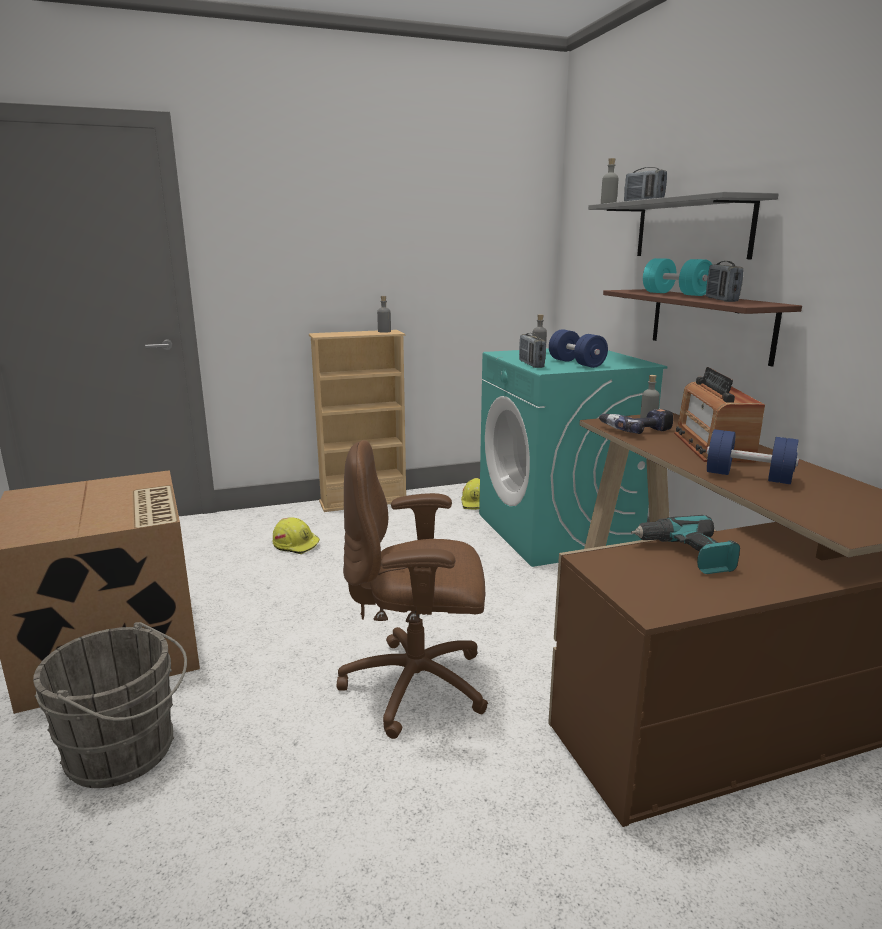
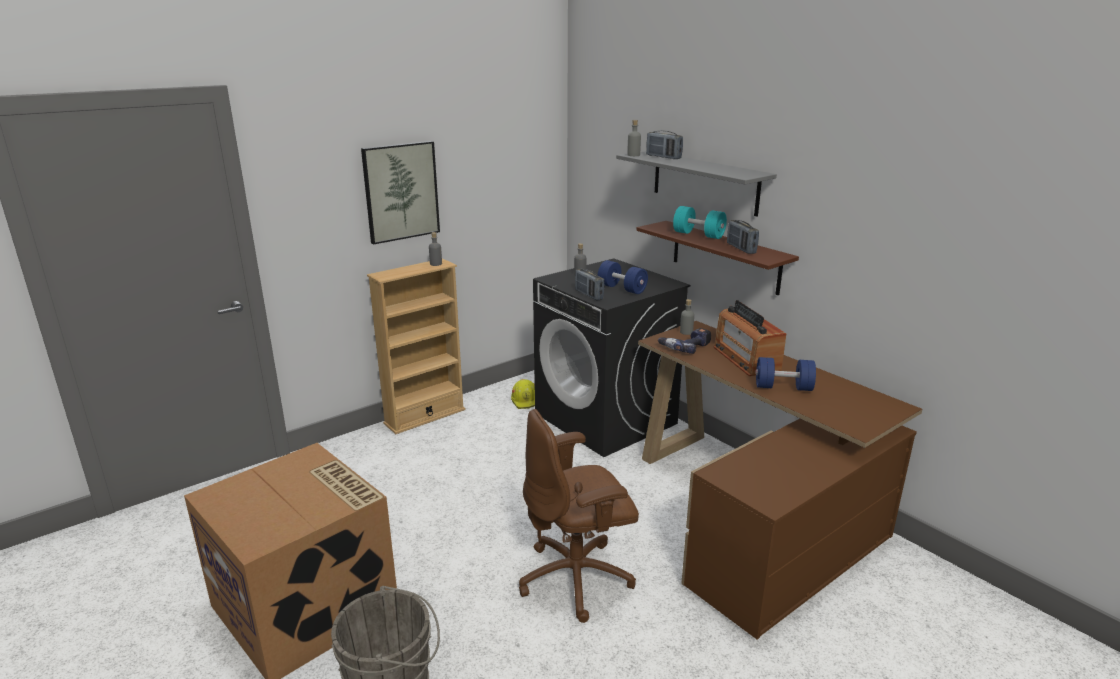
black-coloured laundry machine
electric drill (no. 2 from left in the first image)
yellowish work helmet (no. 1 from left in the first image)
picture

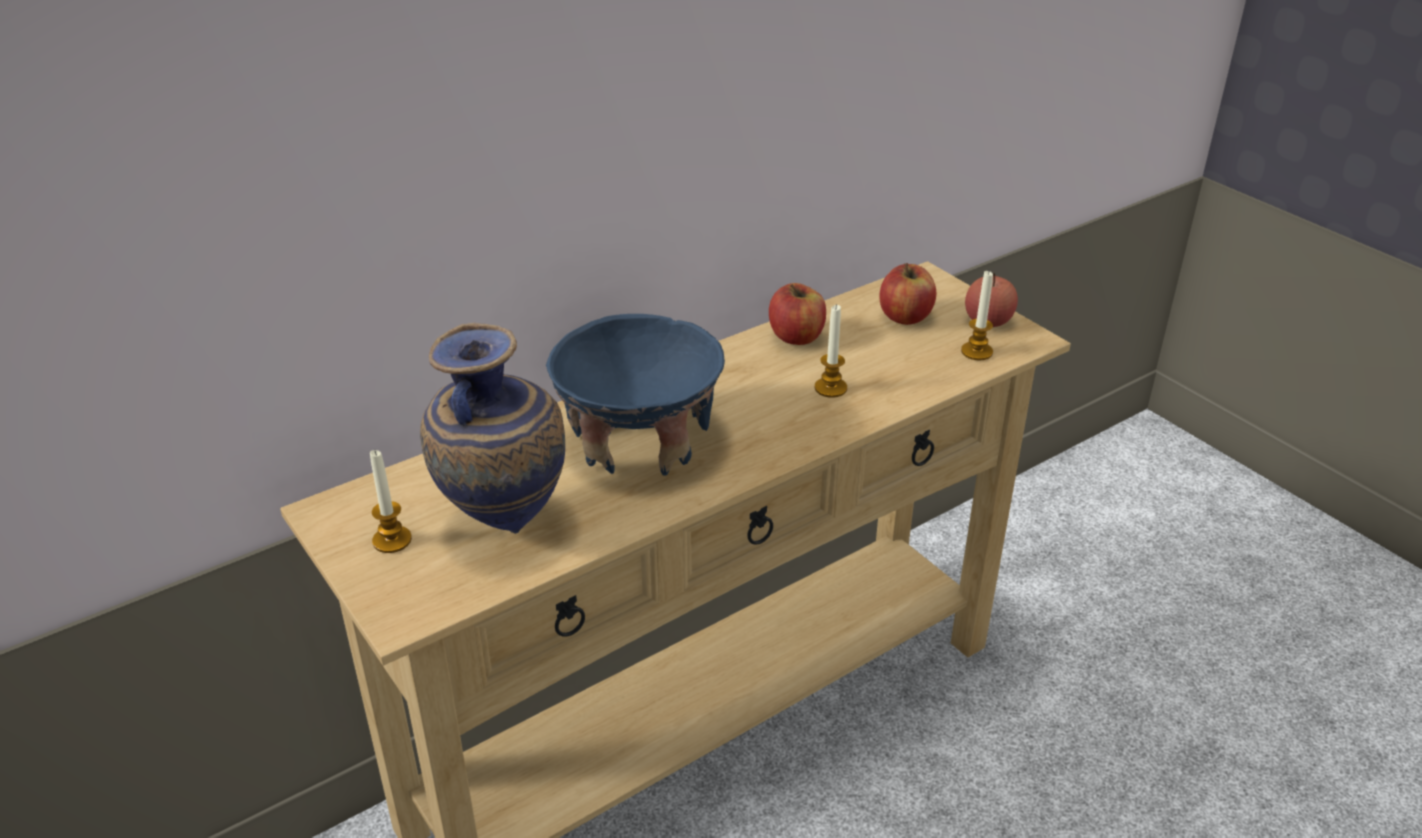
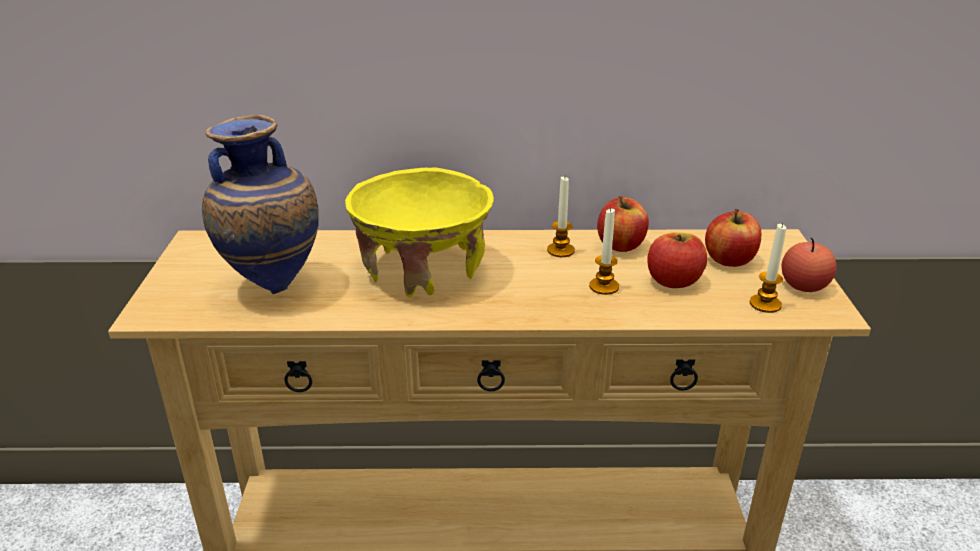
yellowish bowl
wax candle (no. 1 from left)
whole apple (no. 2 from left)

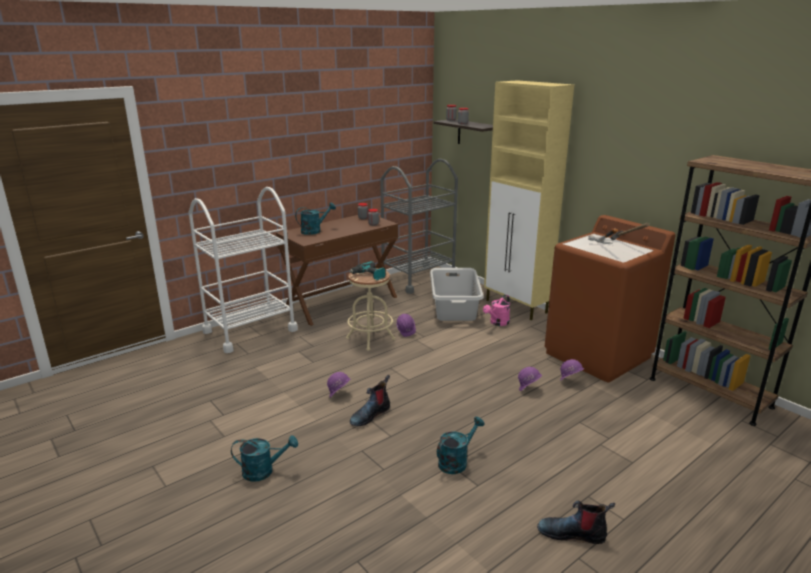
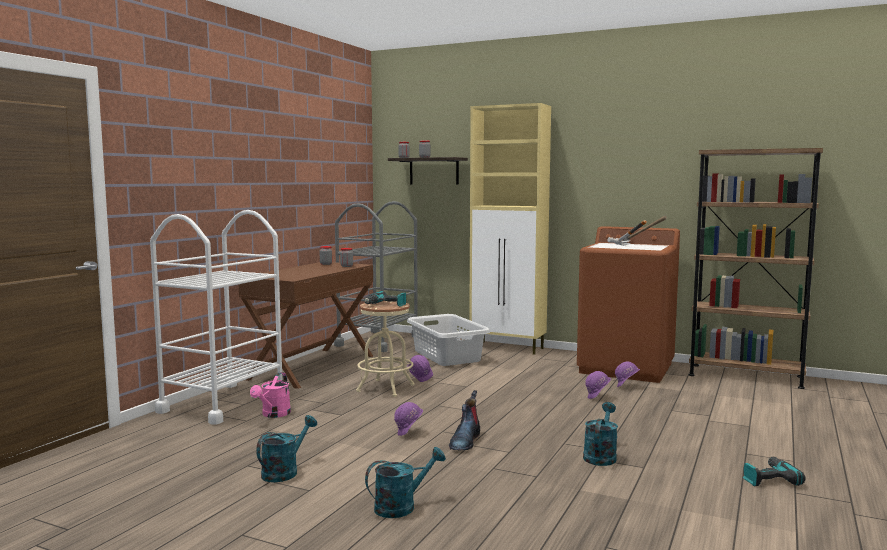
blue-green sprinkling can (no. 1 from left)
pink-coloured sprinkling can
electric drill (no. 2 from left)

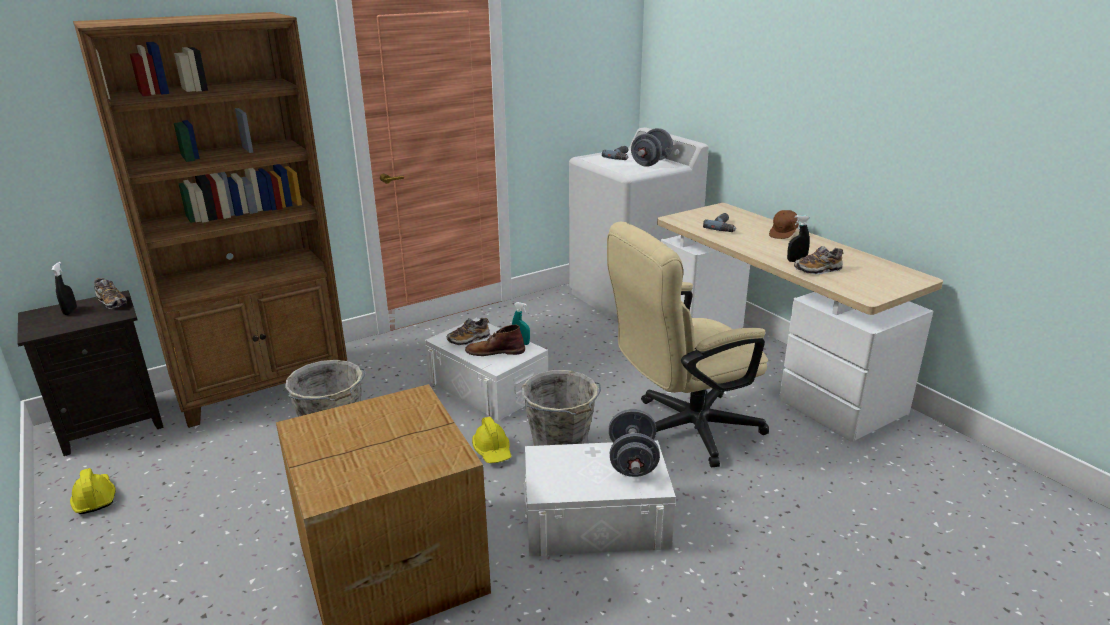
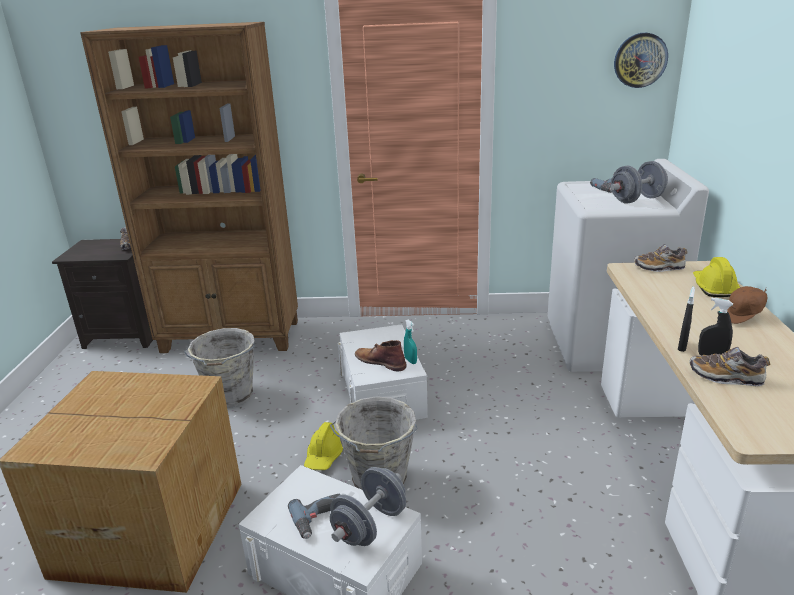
electric drill (no. 1 from left)
beige office chair
black-coloured sprayer (no. 1 from left)
shoe (no. 2 from left)
yellowish work helmet (no. 2 from left)
hanging clock

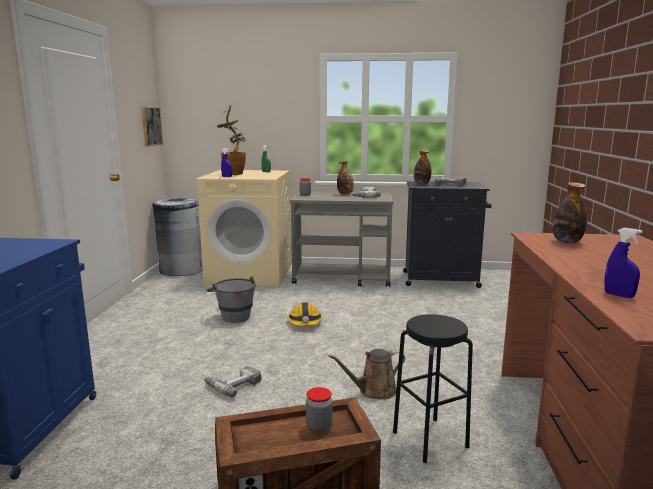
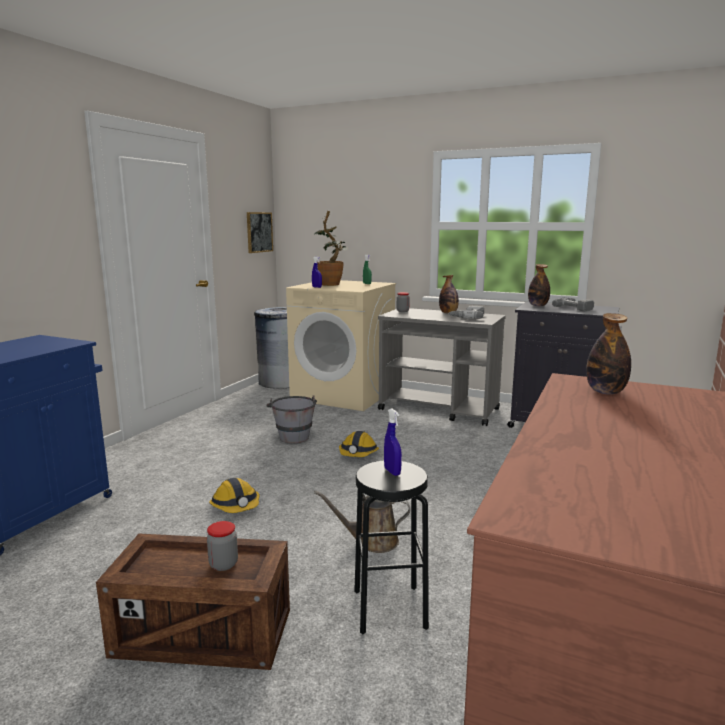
blue sprayer (no. 2 from left)
work helmet (no. 1 from left)

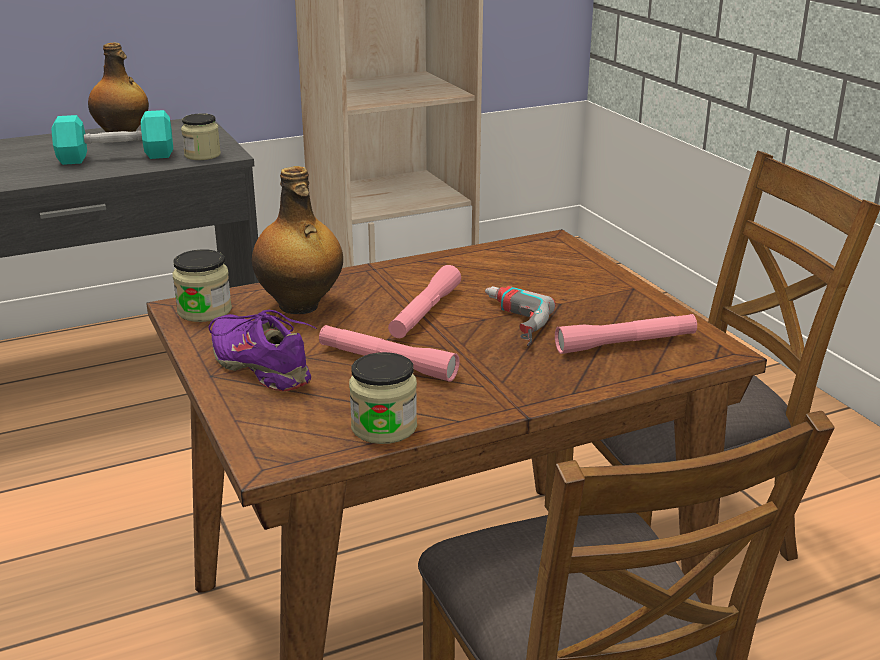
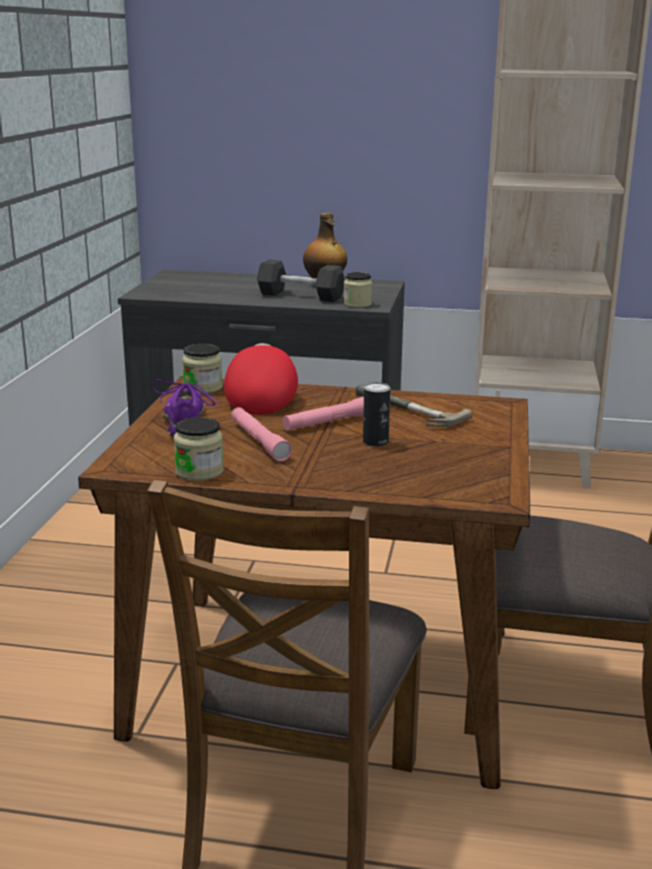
black-coloured hand weight
red-coloured baseball cap
metal can
pink-coloured torch (no. 3 from left in the first image)
hammer

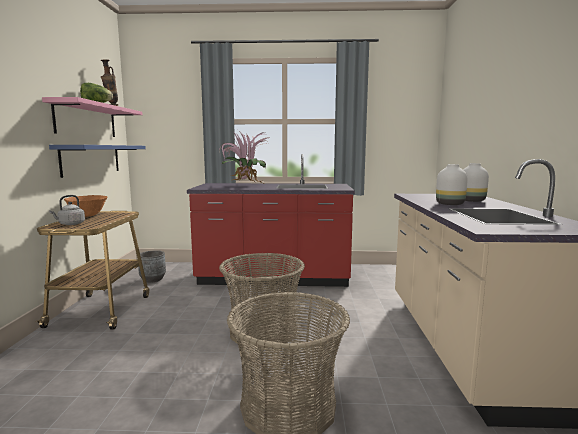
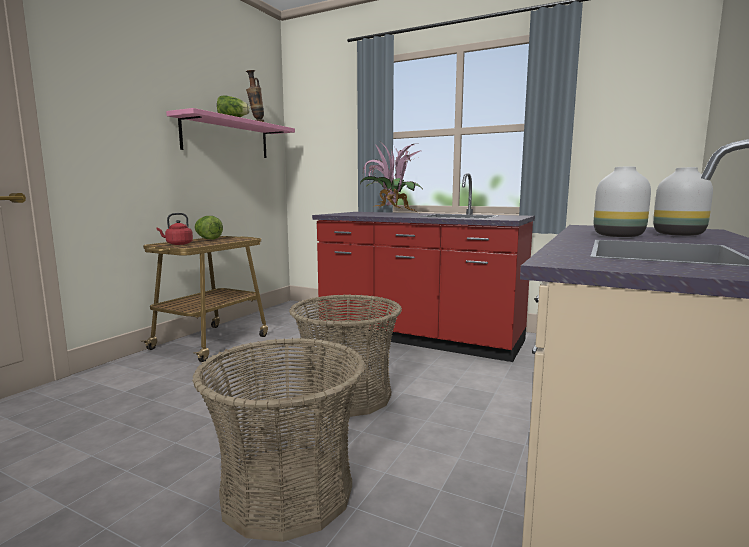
blue shelf
red-coloured tea kettle
head of lettuce (no. 1 from left)
grey flower pot

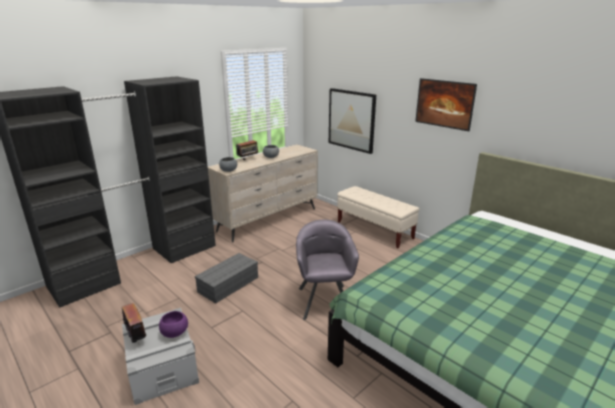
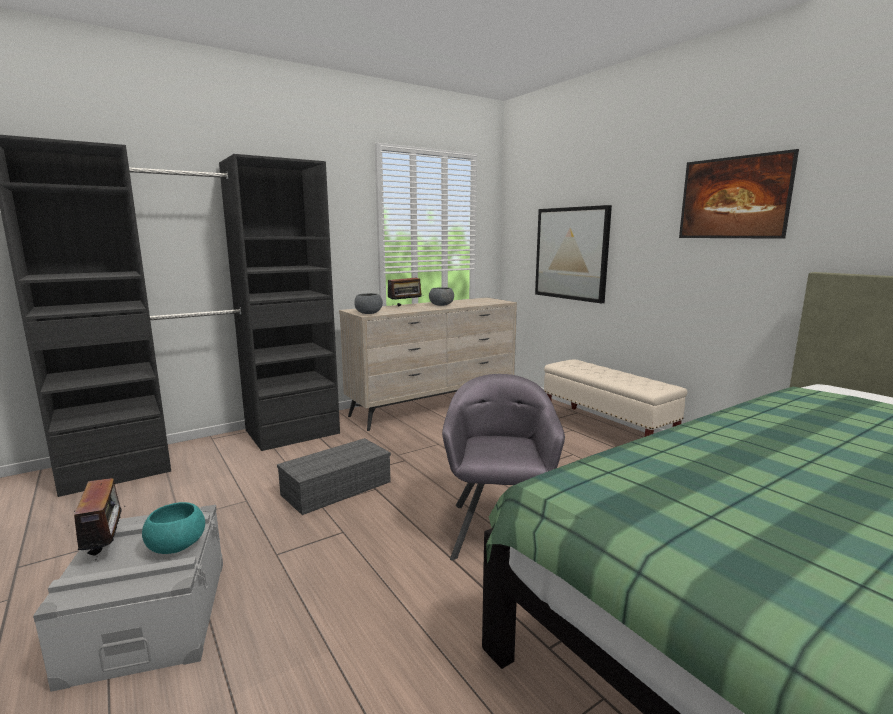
blue-green bowl

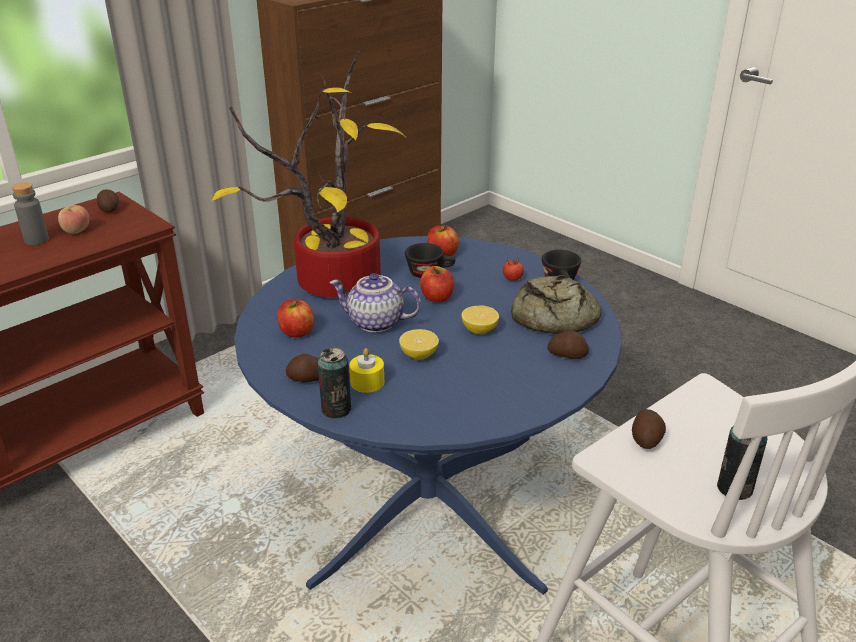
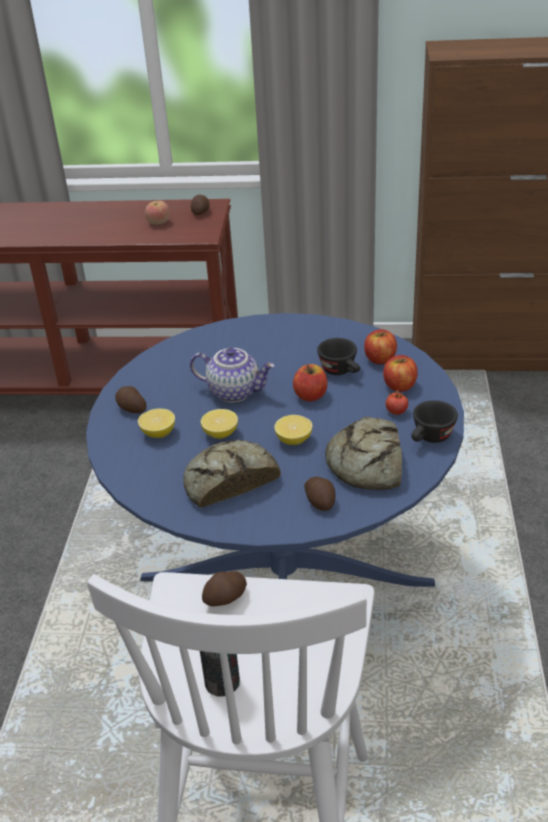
houseplant
grey drink bottle
tea pot
whole apple (no. 4 from left)
metal can (no. 1 from left in the first image)
lemon (no. 1 from left)
baked bread (no. 1 from left)

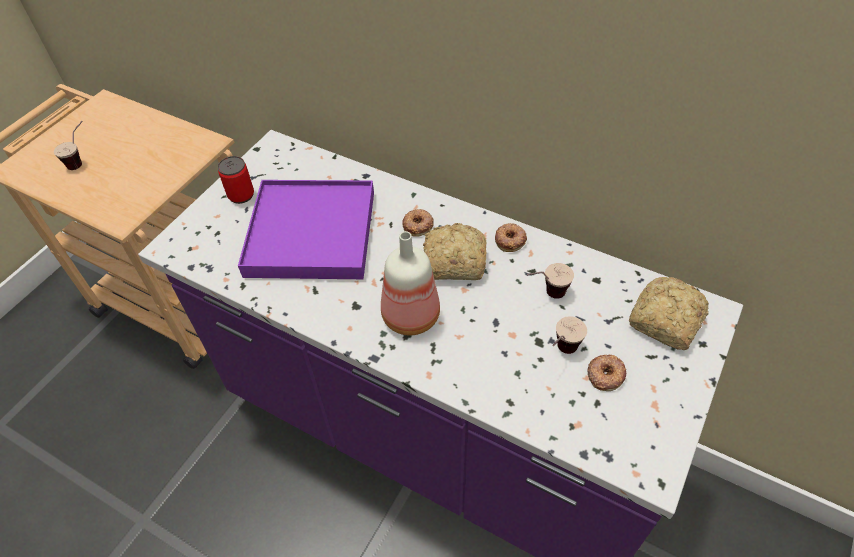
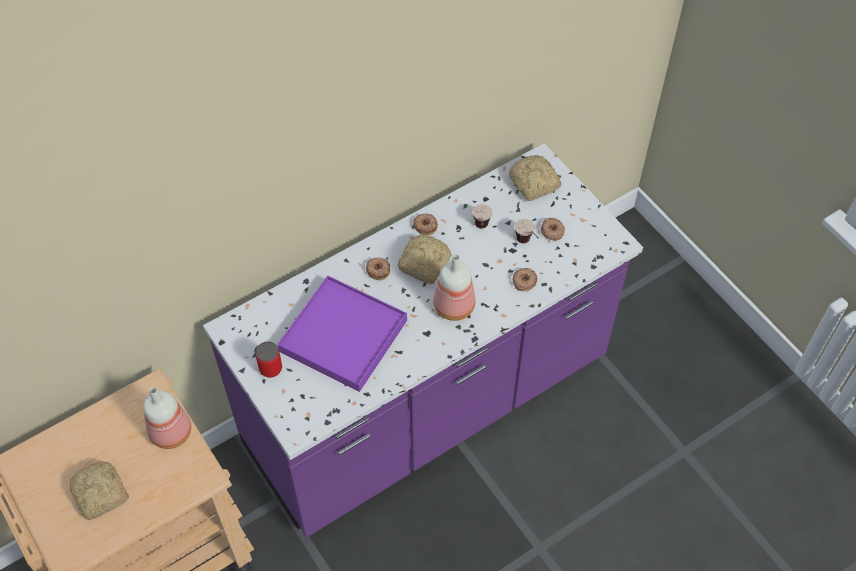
baked bread (no. 1 from left)
donut (no. 3 from left)
drink bottle (no. 1 from left)

